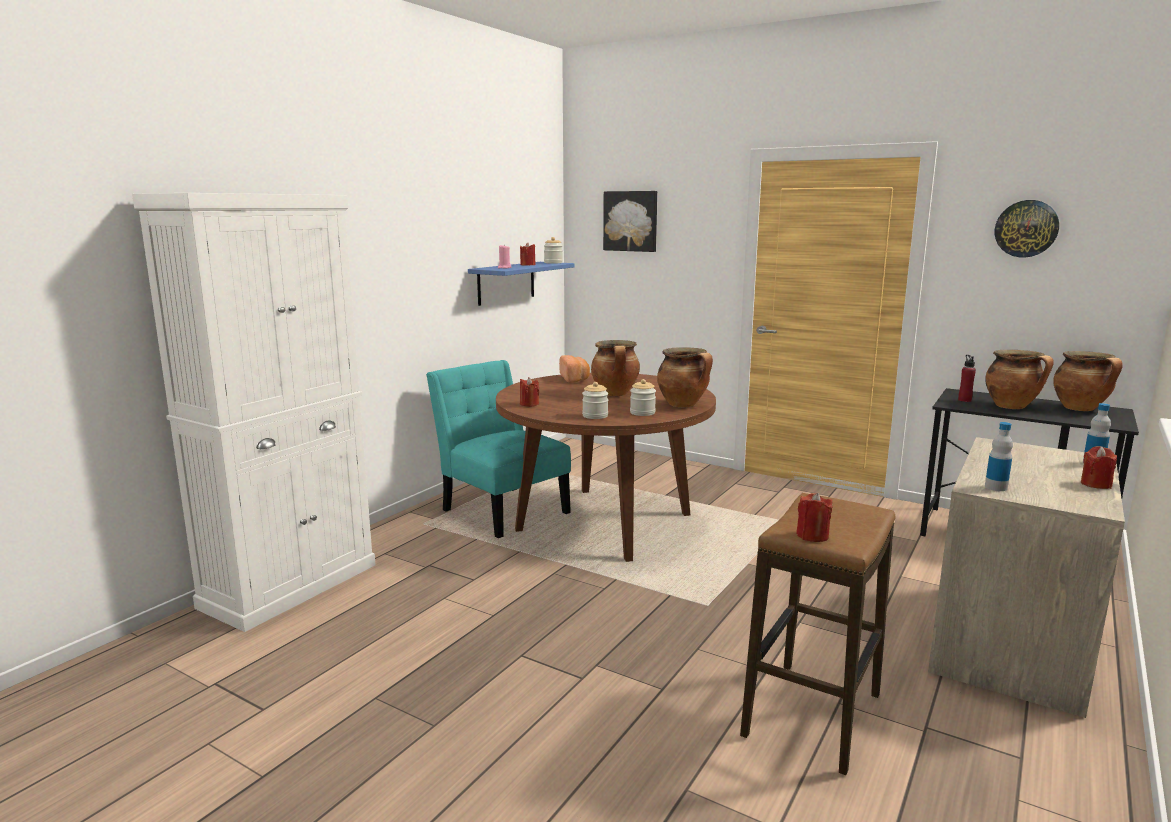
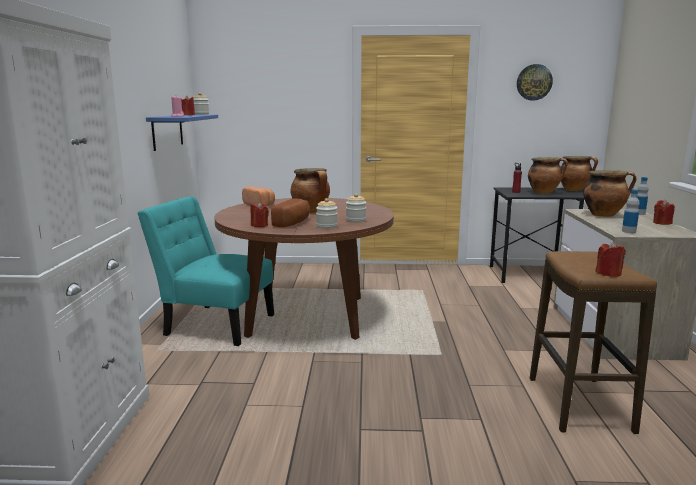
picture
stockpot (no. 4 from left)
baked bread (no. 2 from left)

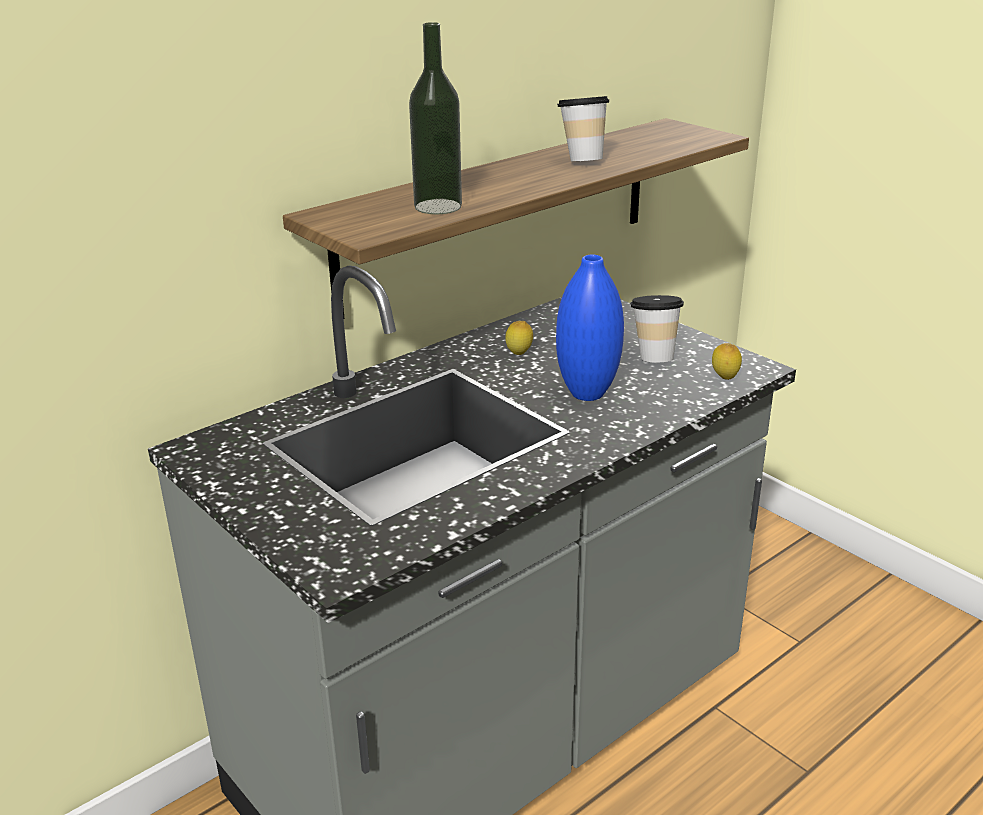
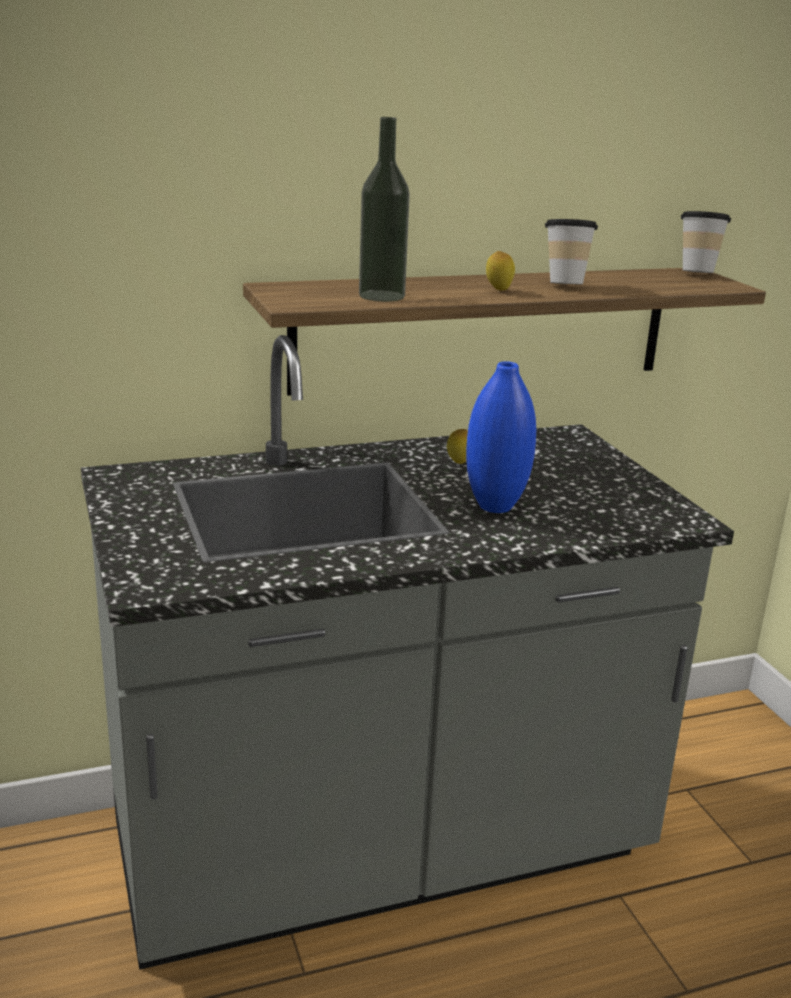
cup (no. 2 from left)
lemon (no. 2 from left)

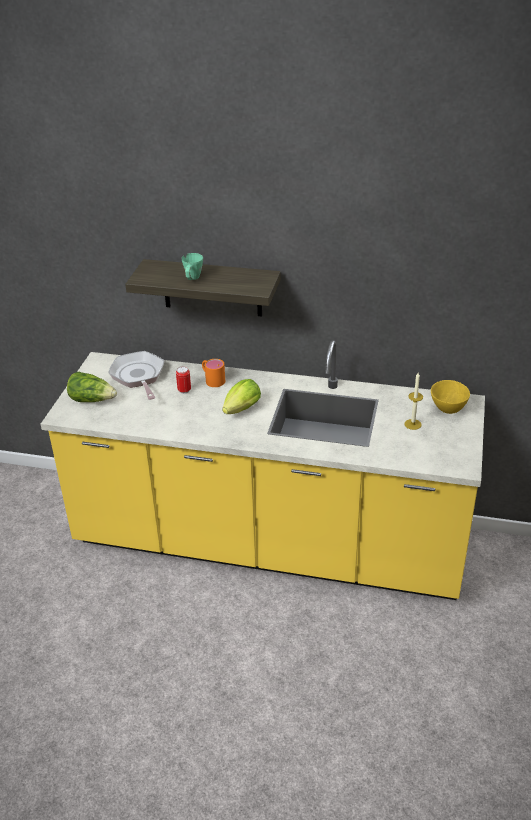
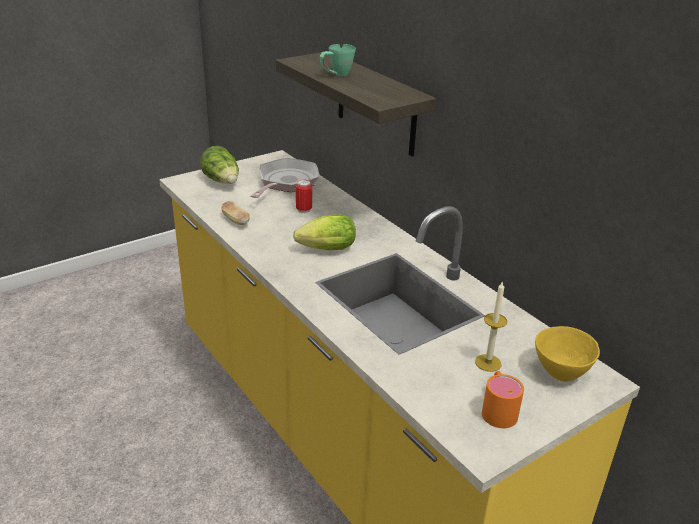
orange-coloured coffee mug
baked bread

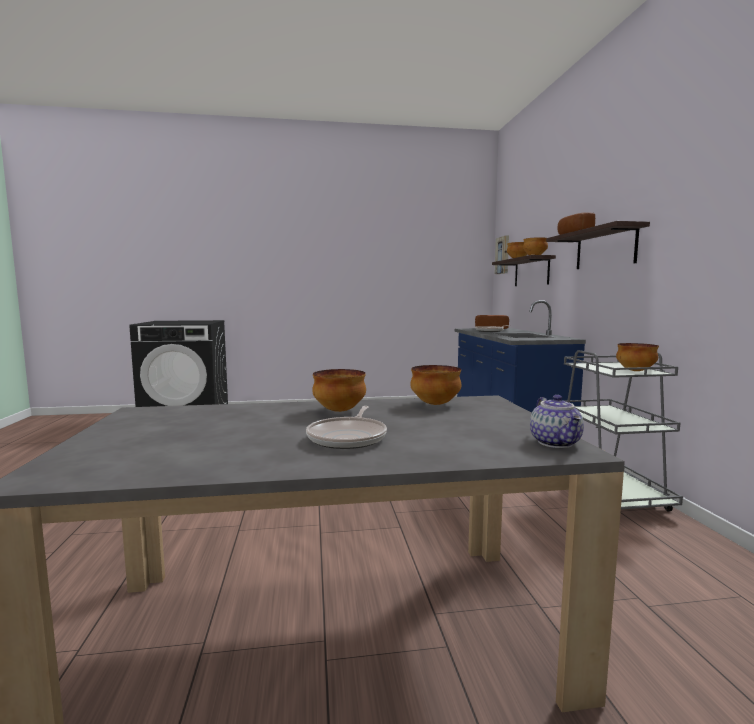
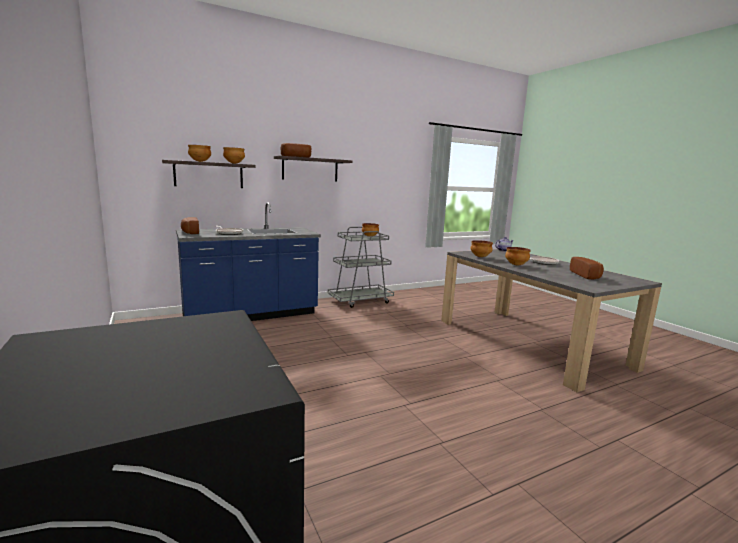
picture
baked bread (no. 3 from left)

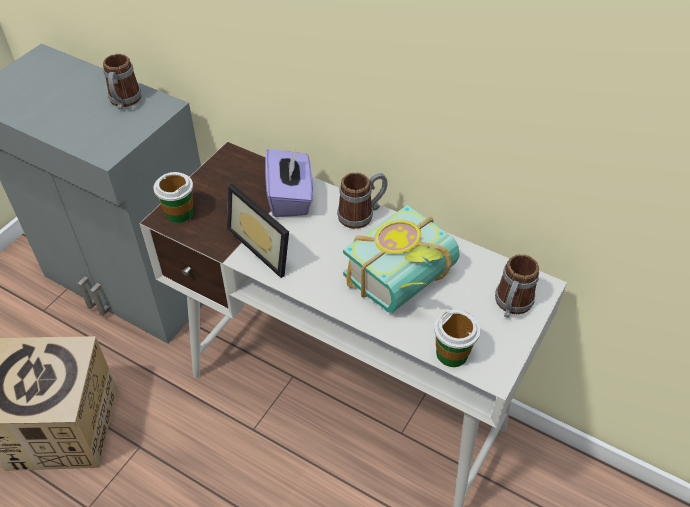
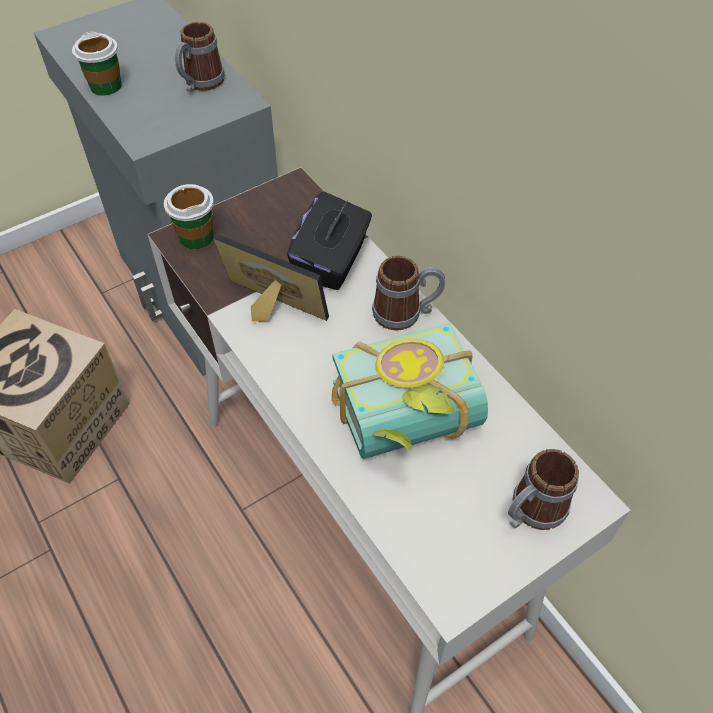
black-coloured tissue box
picture frame
cup (no. 1 from left)

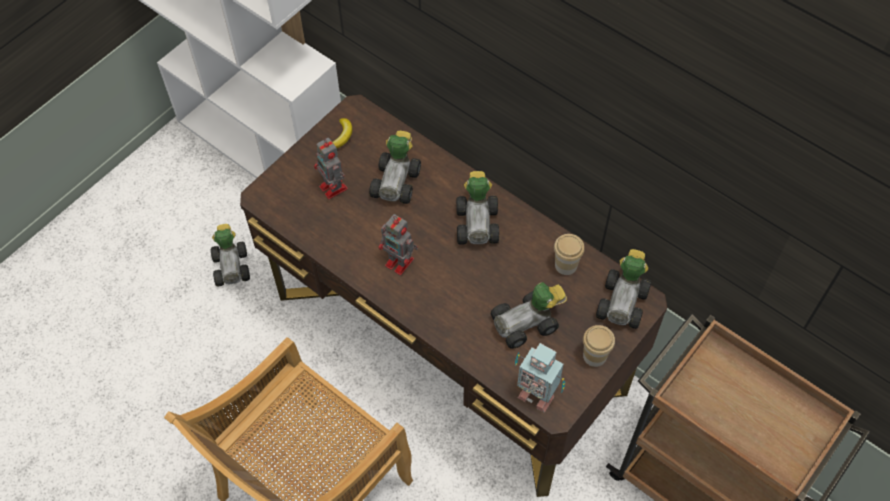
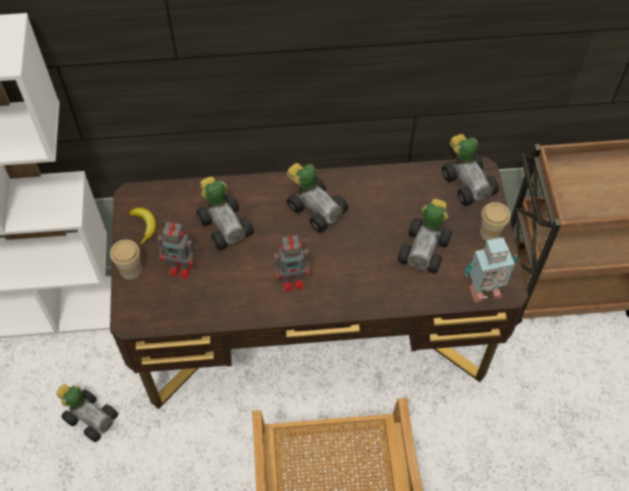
cup (no. 1 from left)

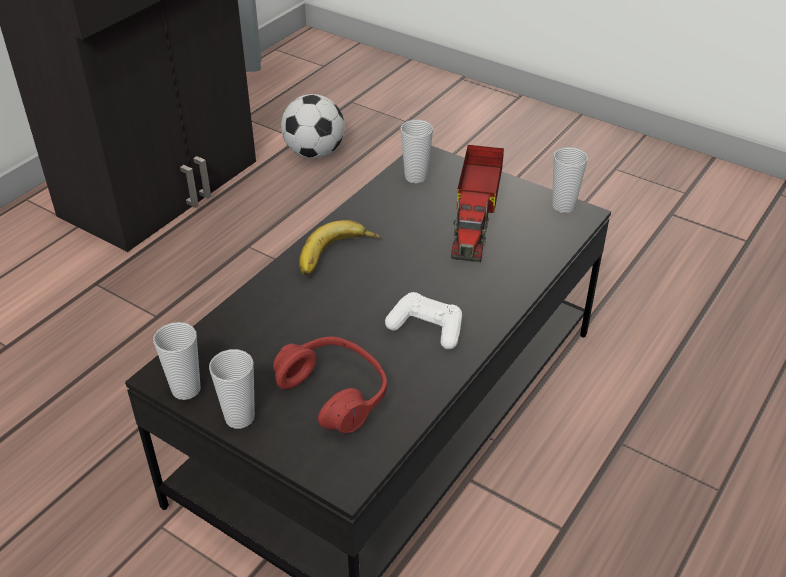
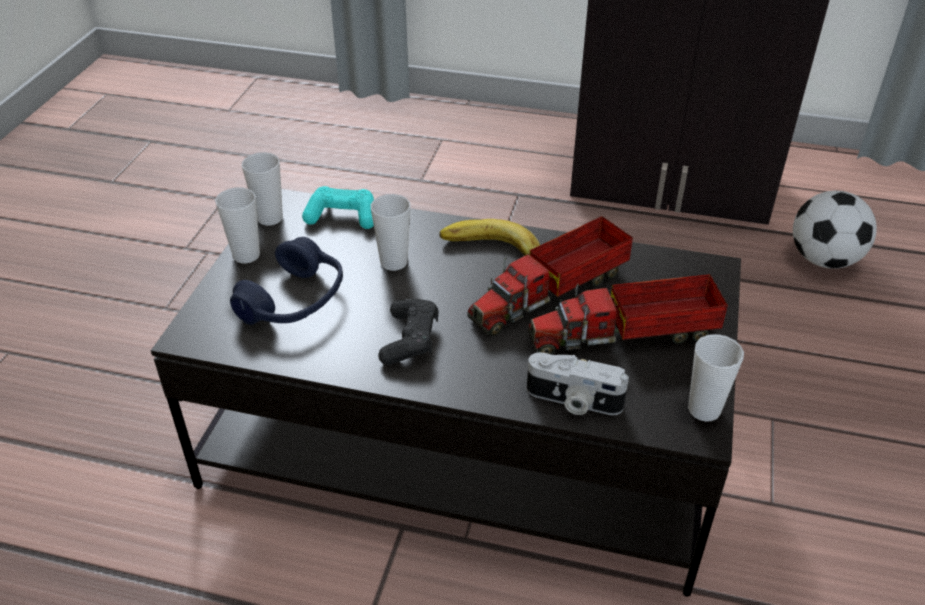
cup (no. 3 from left)
black-coloured game controller
blue headphones
blue-green game controller
model truck (no. 1 from left)
still camera

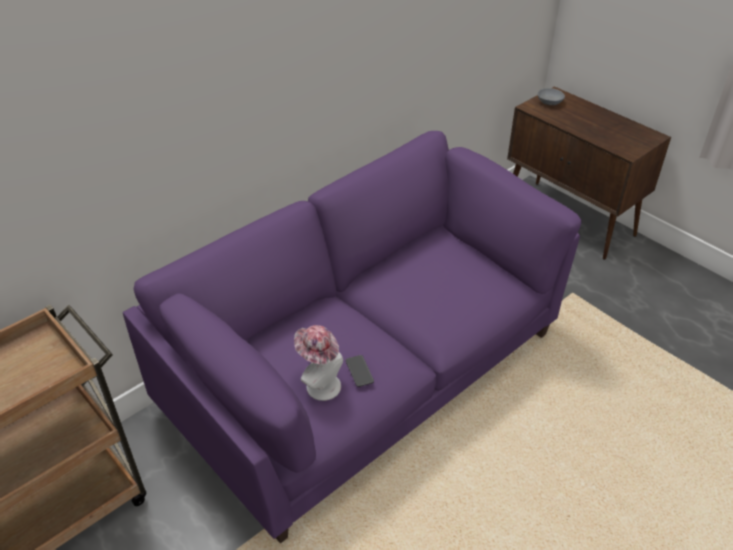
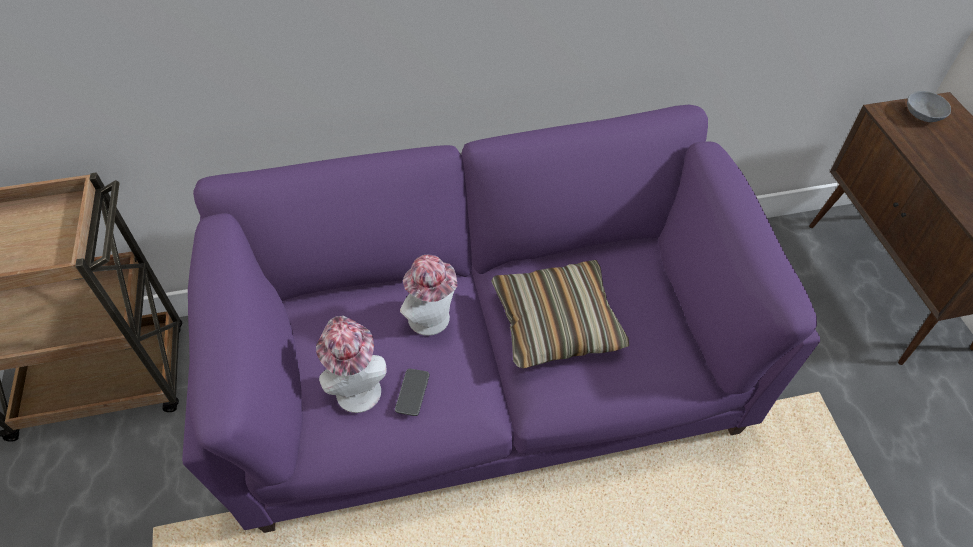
wearable hat (no. 2 from left)
cushion

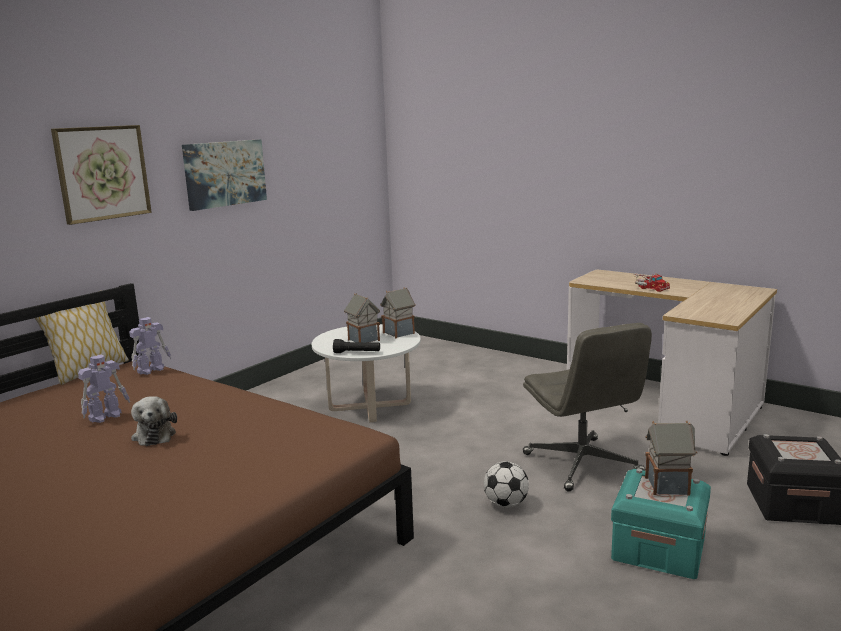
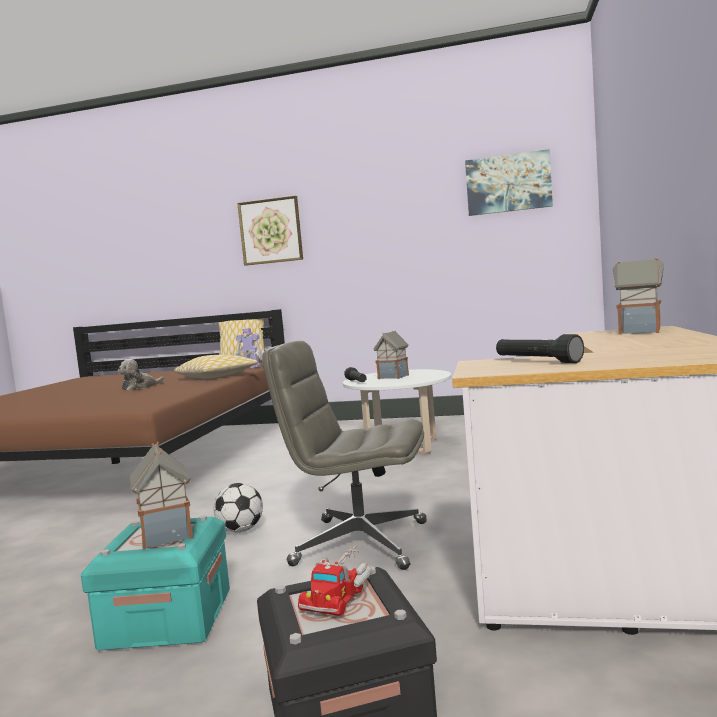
picture (no. 2 from left)
model truck
miniature house (no. 3 from left)
grey office chair
robot figure (no. 1 from left in the first image)
black-coloured torch (no. 2 from left)
cushion (no. 1 from left)

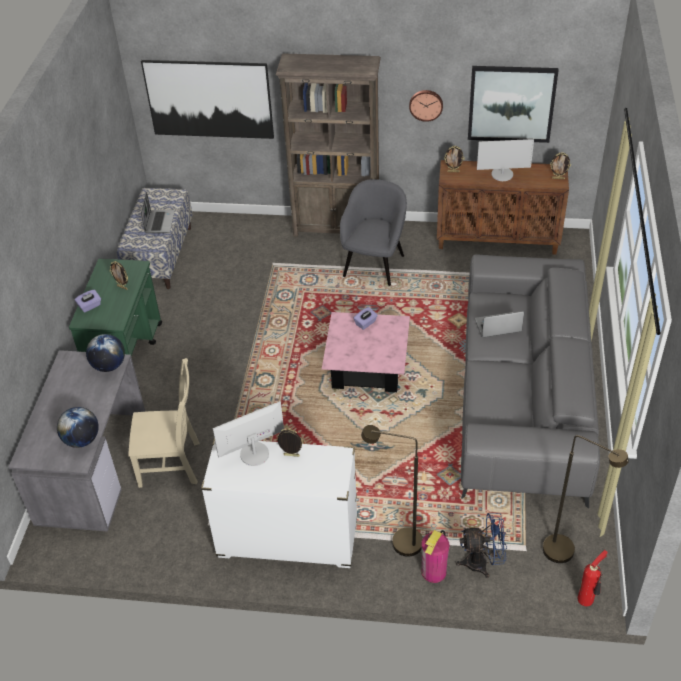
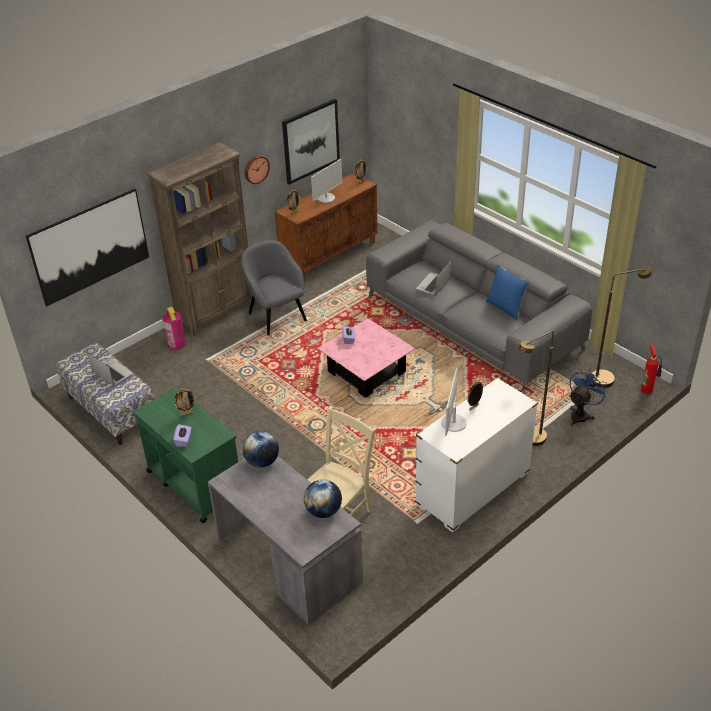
extinguisher (no. 1 from left)
blue cushion

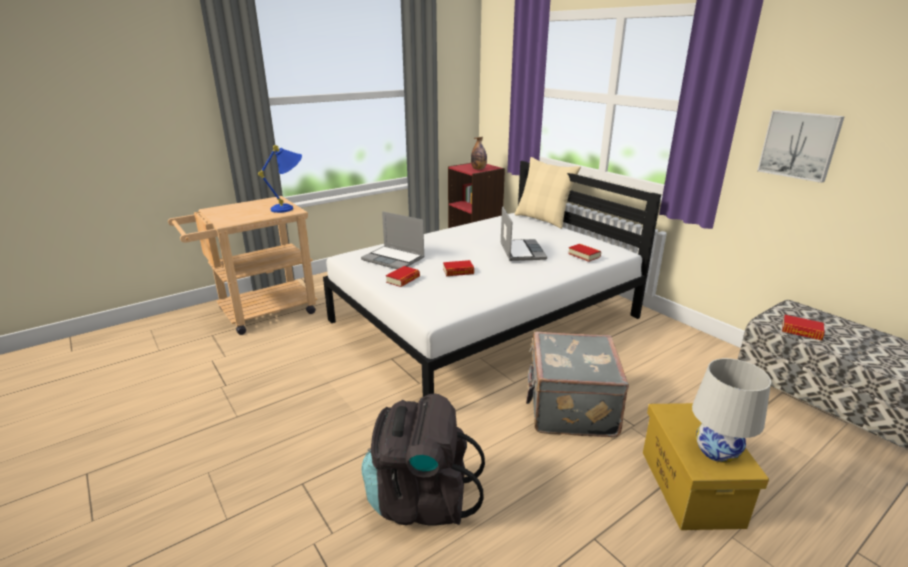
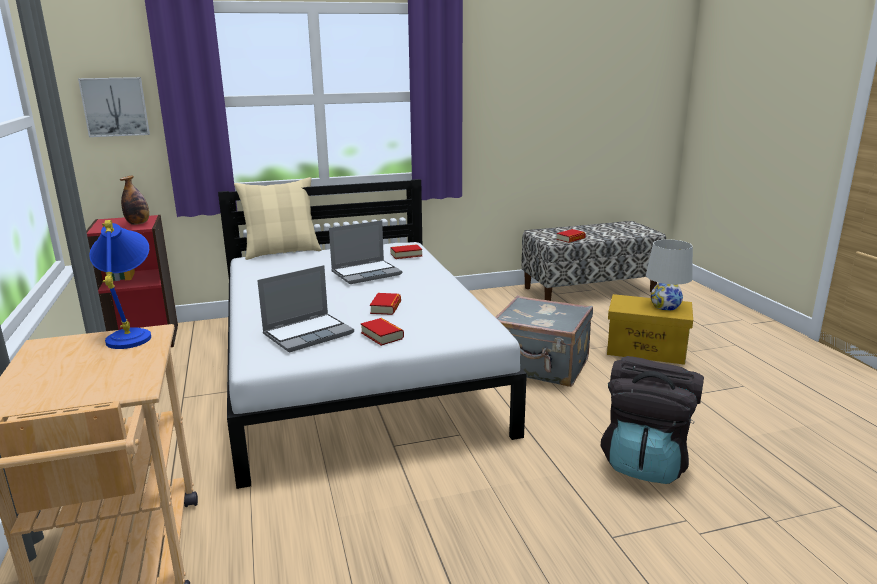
picture
laptop (no. 2 from left)

